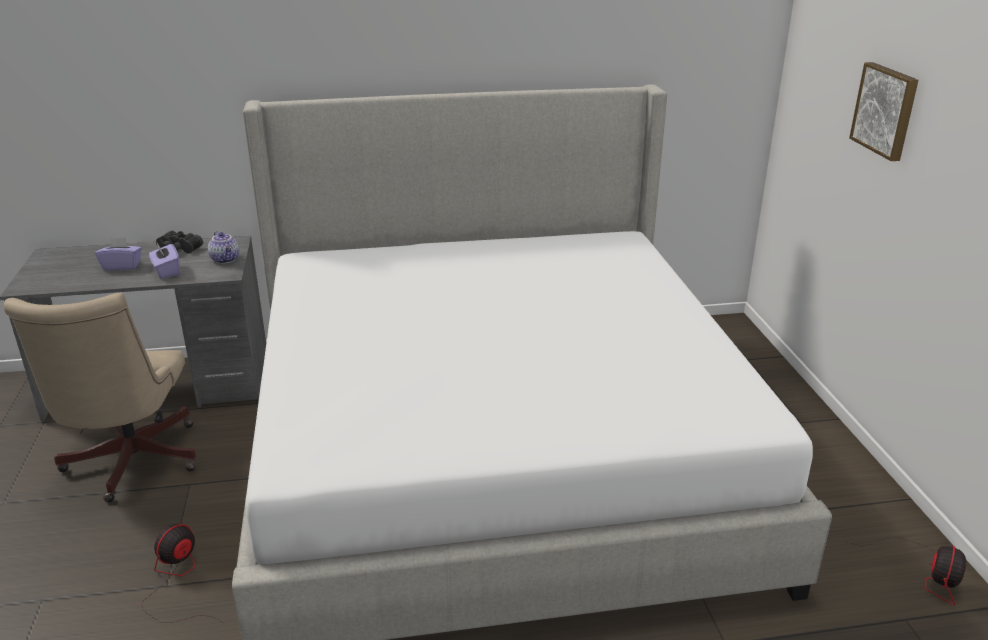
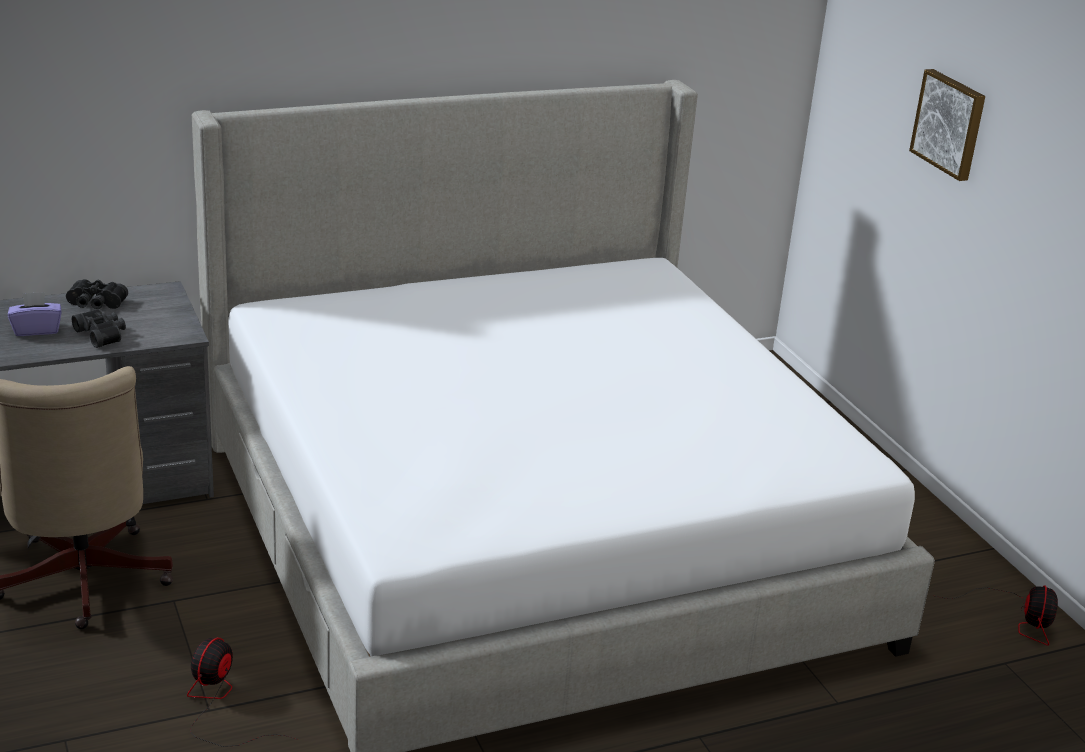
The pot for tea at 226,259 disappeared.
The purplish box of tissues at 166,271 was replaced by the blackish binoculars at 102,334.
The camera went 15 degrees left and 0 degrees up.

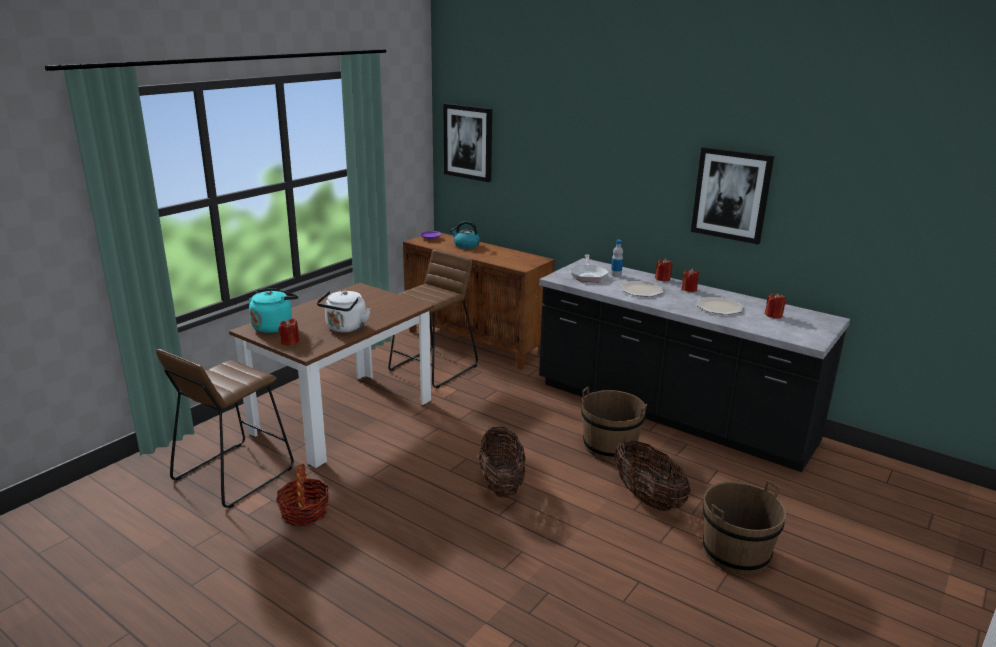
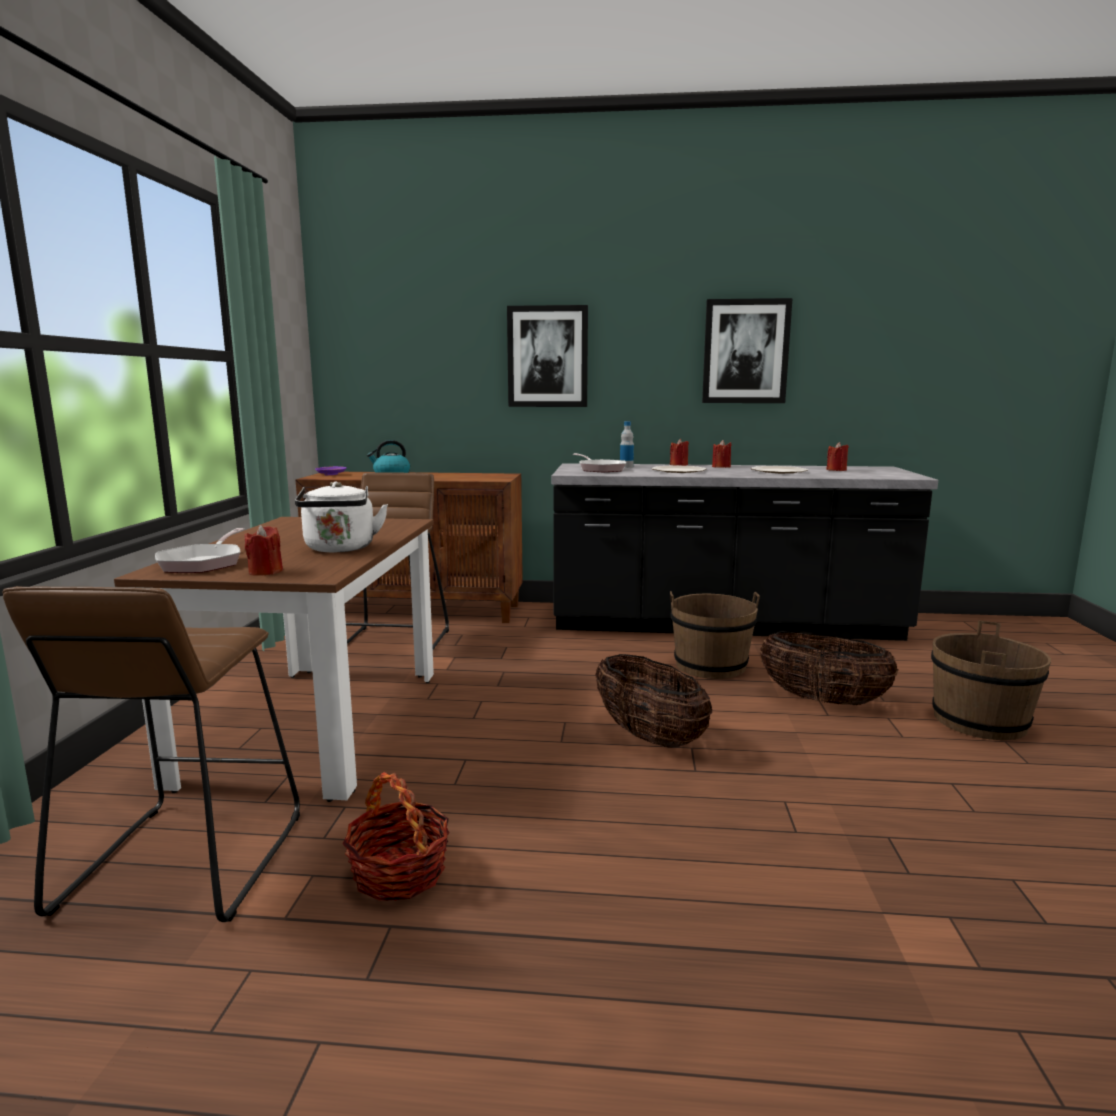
The picture moved from 468,142 to 547,357.
The turquoise tea kettle at 274,326 was replaced by the pan at 204,563.
The camera went 30 degrees left and 10 degrees down.

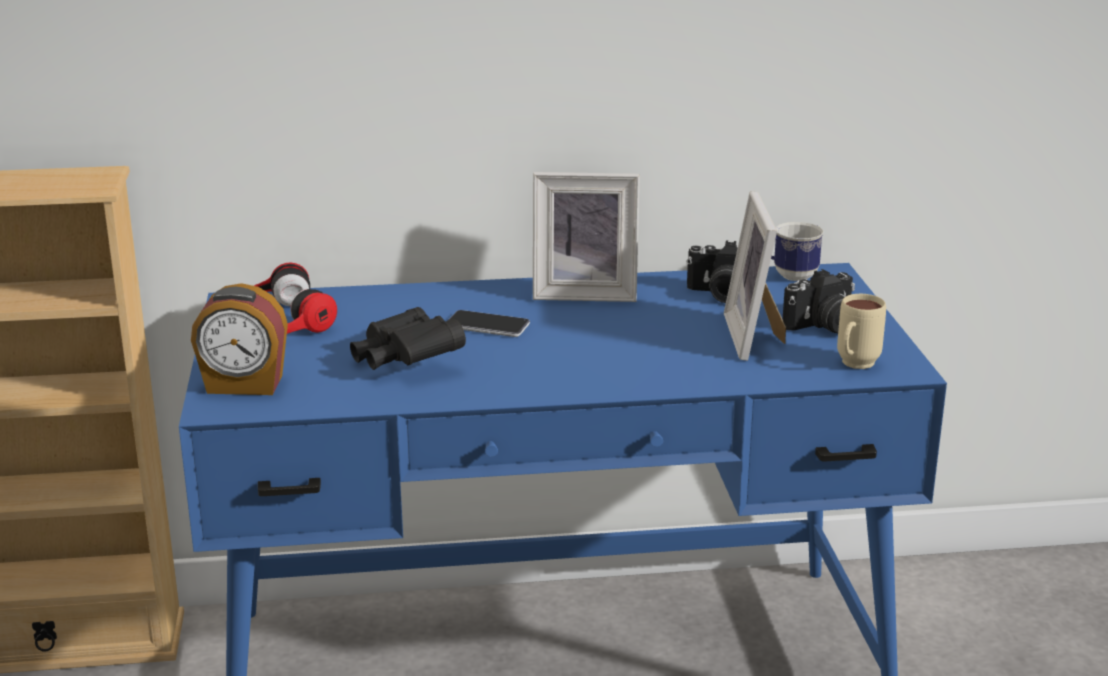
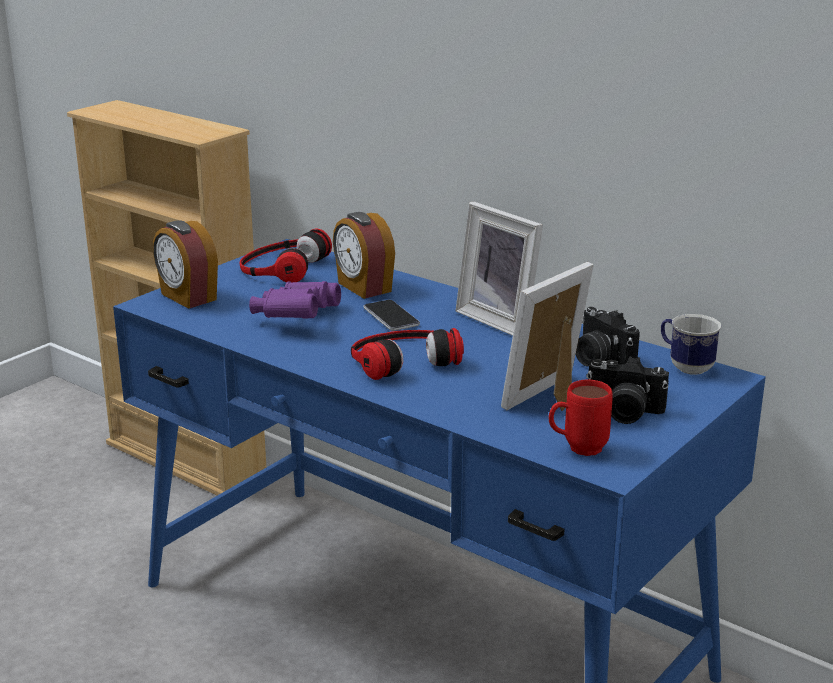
The sand-coloured mug at 854,366 became the red mug at 577,449.
The blackish binoculars at 405,361 became the purplish binoculars at 295,318.
The table clock at 363,287 appeared.
The headphones at 402,358 appeared.
The camera went 45 degrees right and 0 degrees up.

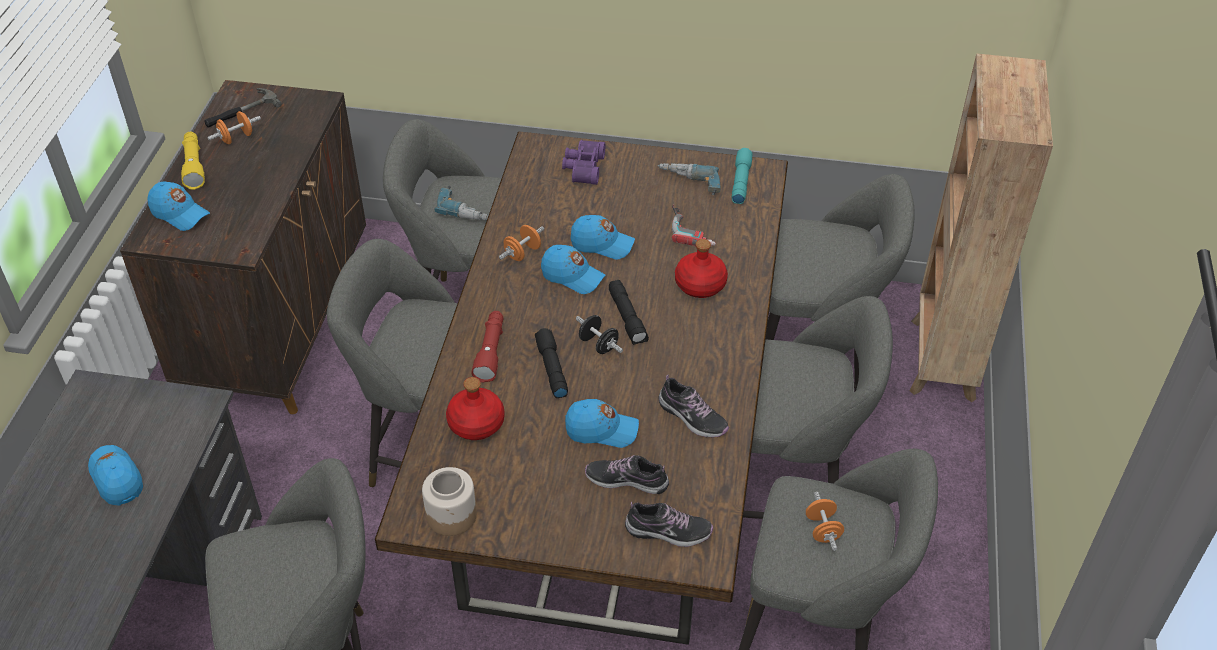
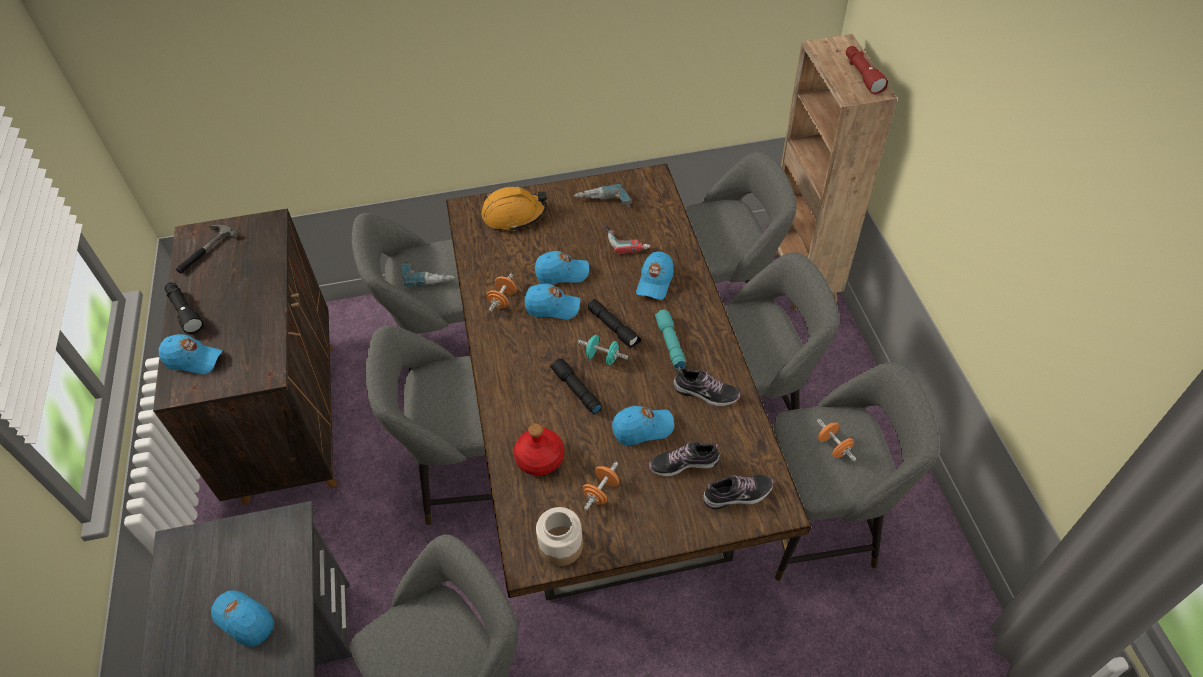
The orangey dumbbell moved from 236,138 to 601,492.
The yellow-coloured flashlight at 194,166 became the blackish flashlight at 185,312.
The purplish binoculars at 582,168 was replaced by the orangey safety helmet at 514,215.
The turquoise flashlight moved from 740,181 to 669,343.
The red drink bottle at 701,284 was replaced by the blue-coloured baseball cap at 655,282.
The red flashlight moved from 491,351 to 862,75.
The blackish dumbbell at 598,344 became the turquoise dumbbell at 602,357.
The camera went 20 degrees left and 5 degrees up.

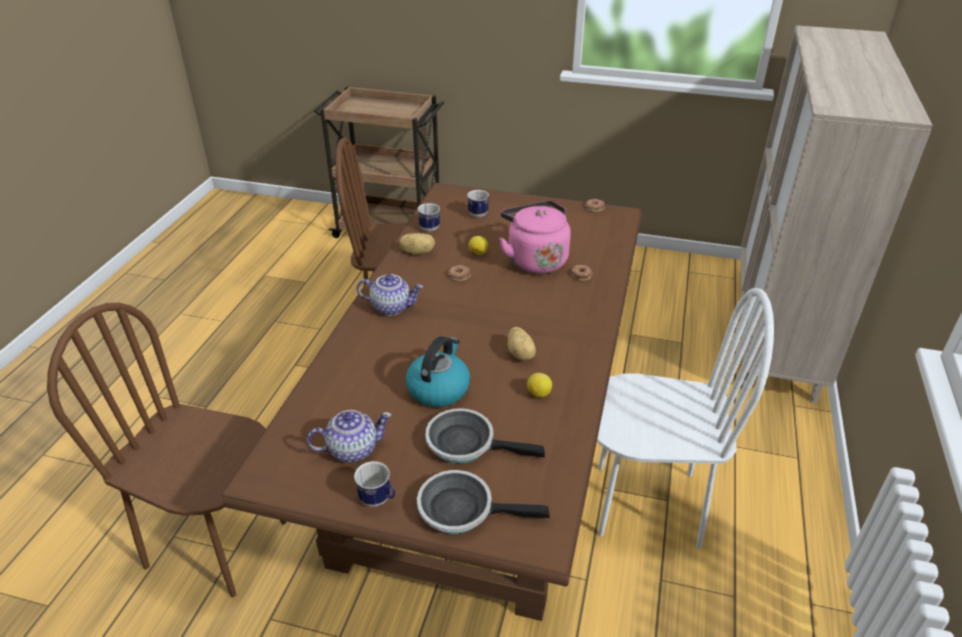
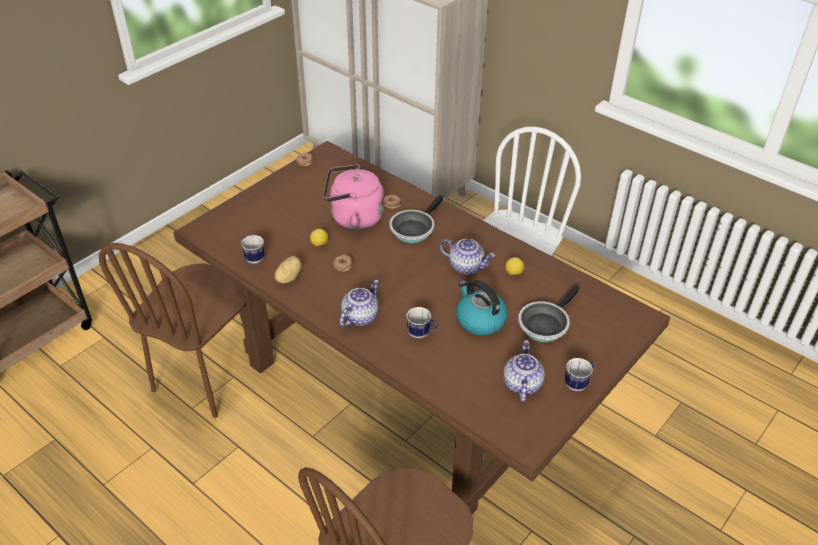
The mug moved from 478,216 to 421,334.
The potato at 521,354 was replaced by the pot for tea at 465,266.
The pan moved from 462,509 to 414,228.
The camera went 65 degrees left and 5 degrees up.

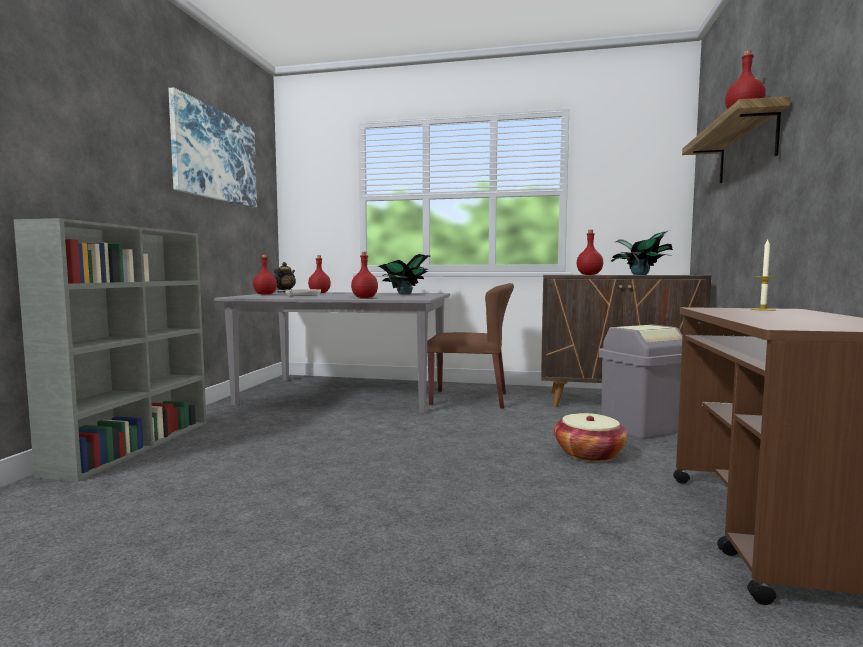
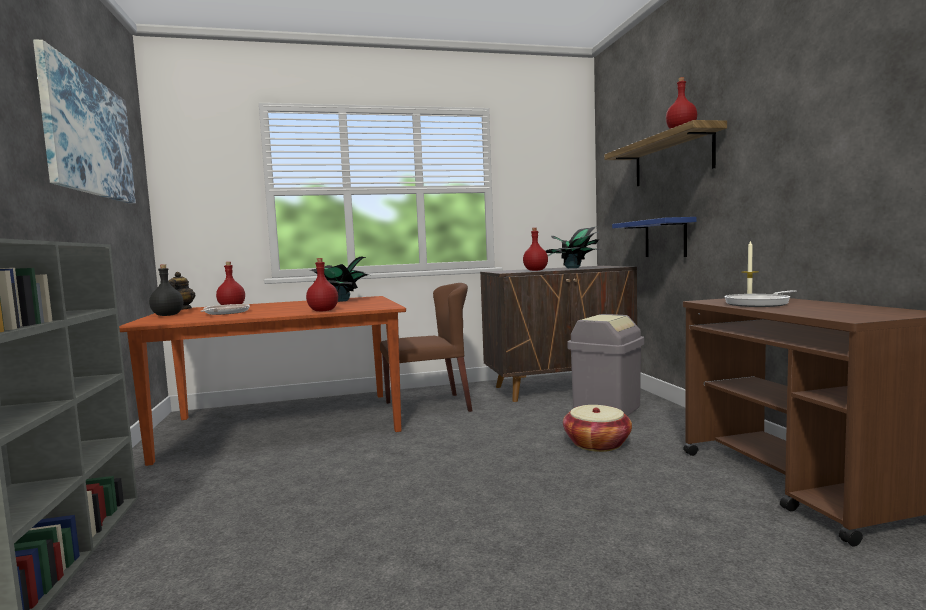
The red drink bottle at 265,294 became the blackish drink bottle at 168,315.
The grey dinner table at 344,394 became the brownish dinner table at 283,425.
The blue-coloured bracket shelf at 665,238 appeared.
The pan at 759,304 appeared.
The camera went 25 degrees left and 0 degrees up.

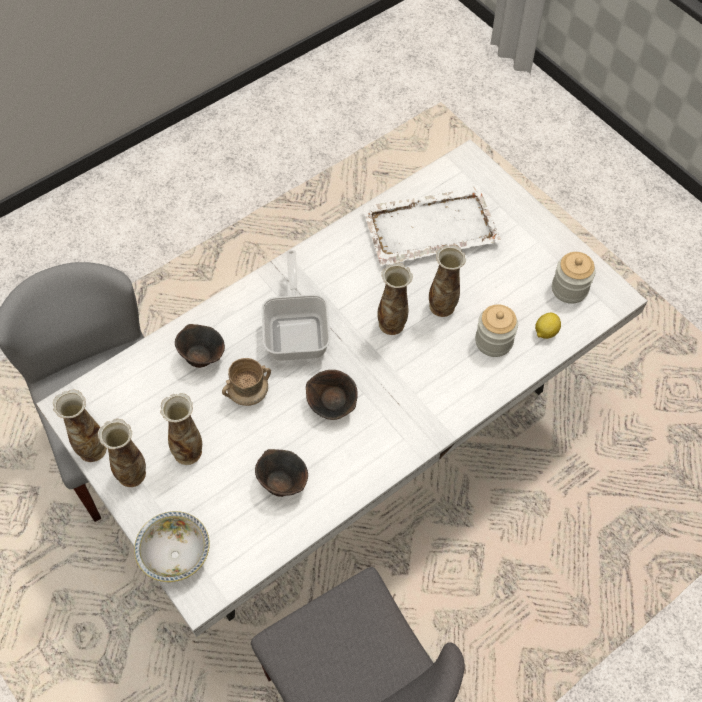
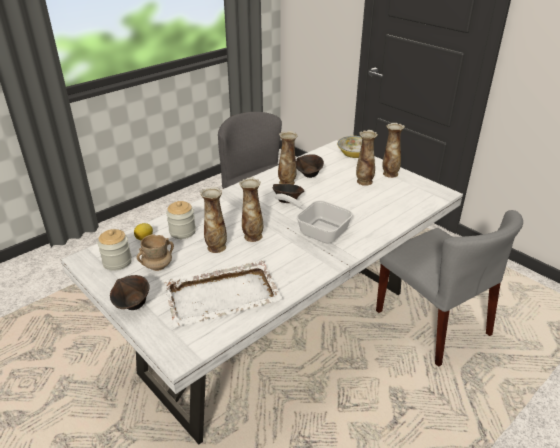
The pan at 297,330 turned 135 degrees clockwise.
The brownish deep dish moved from 202,355 to 133,305.
The sand-coloured mug moved from 248,394 to 158,266.
The flower vase moved from 92,448 to 287,183.
The camera went 175 degrees right and 25 degrees down.

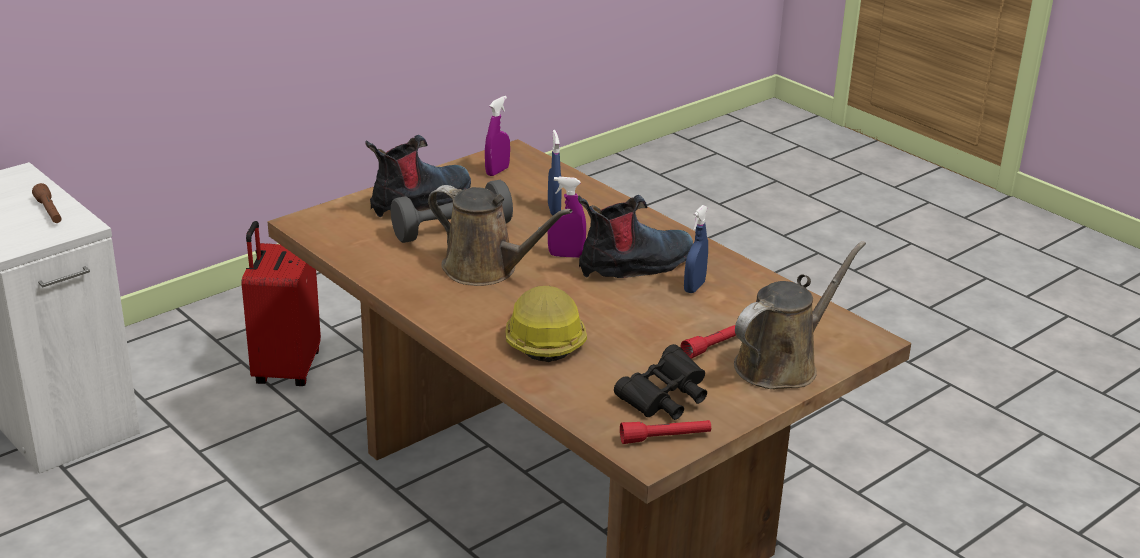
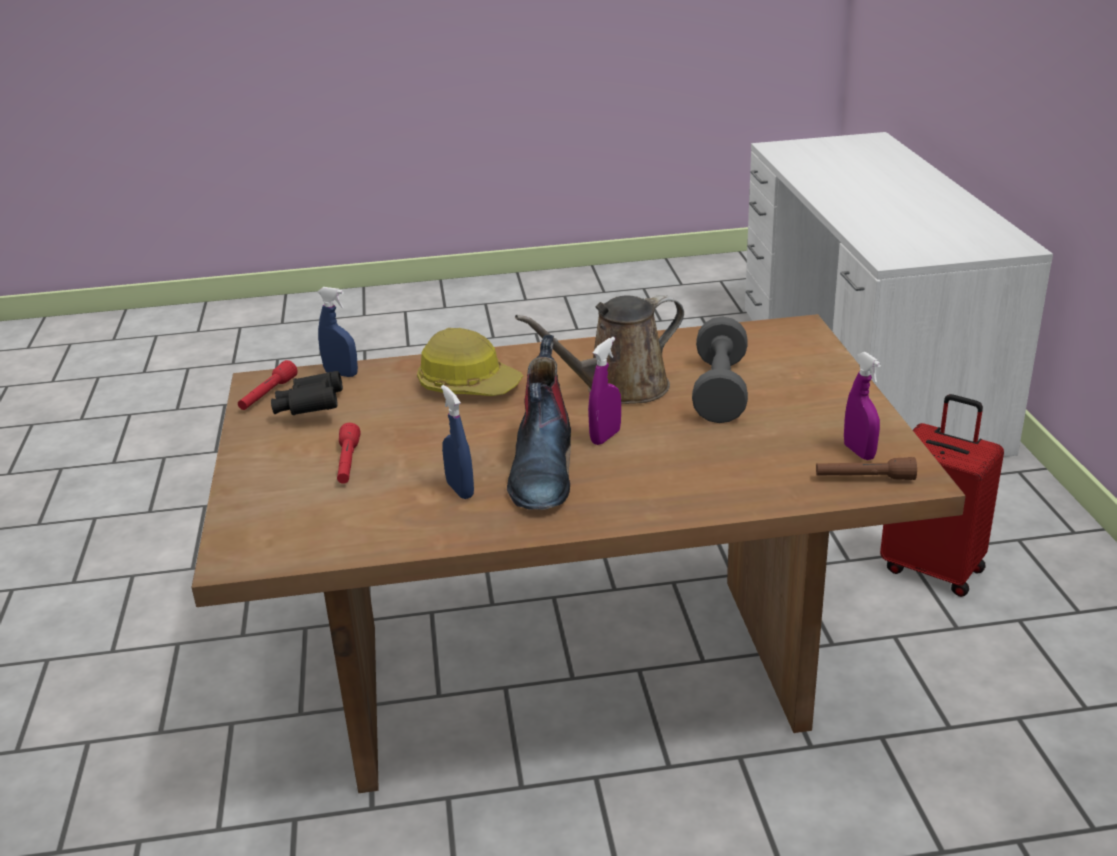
The blue-coloured spray bottle moved from 554,210 to 341,374.
The tall boot at 421,201 disappeared.
The brownish flashlight moved from 49,212 to 864,478.
The brownish watering pot at 782,364 disappeared.
The camera went 125 degrees right and 0 degrees up.

